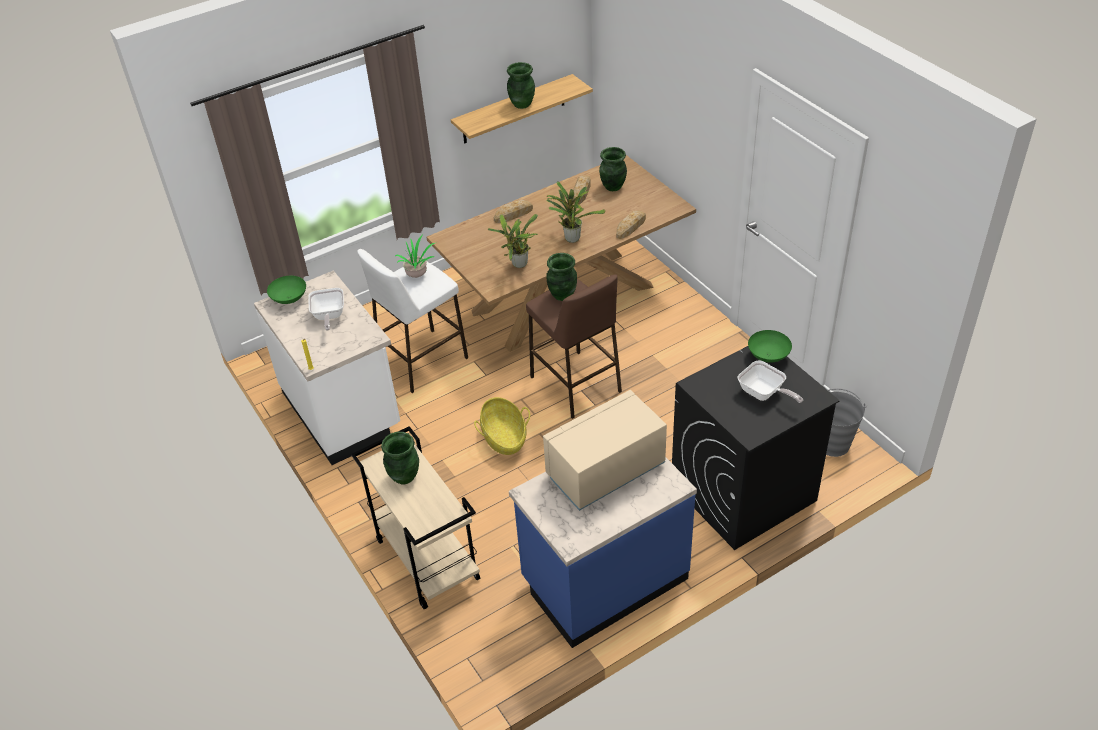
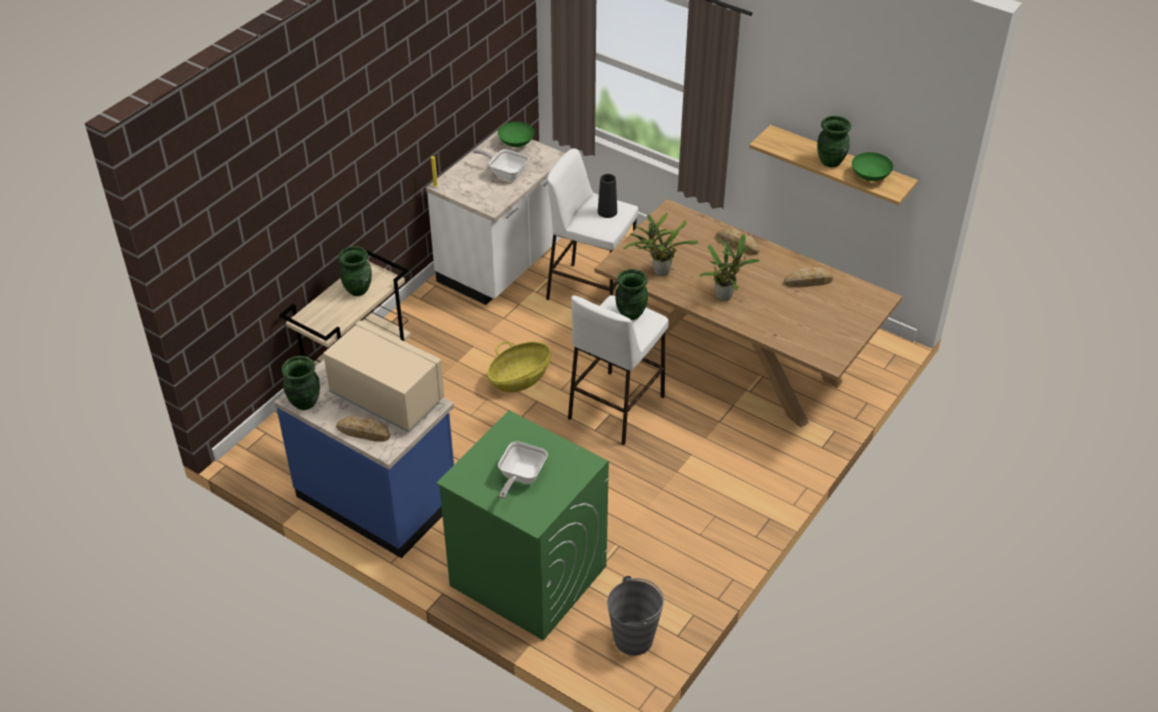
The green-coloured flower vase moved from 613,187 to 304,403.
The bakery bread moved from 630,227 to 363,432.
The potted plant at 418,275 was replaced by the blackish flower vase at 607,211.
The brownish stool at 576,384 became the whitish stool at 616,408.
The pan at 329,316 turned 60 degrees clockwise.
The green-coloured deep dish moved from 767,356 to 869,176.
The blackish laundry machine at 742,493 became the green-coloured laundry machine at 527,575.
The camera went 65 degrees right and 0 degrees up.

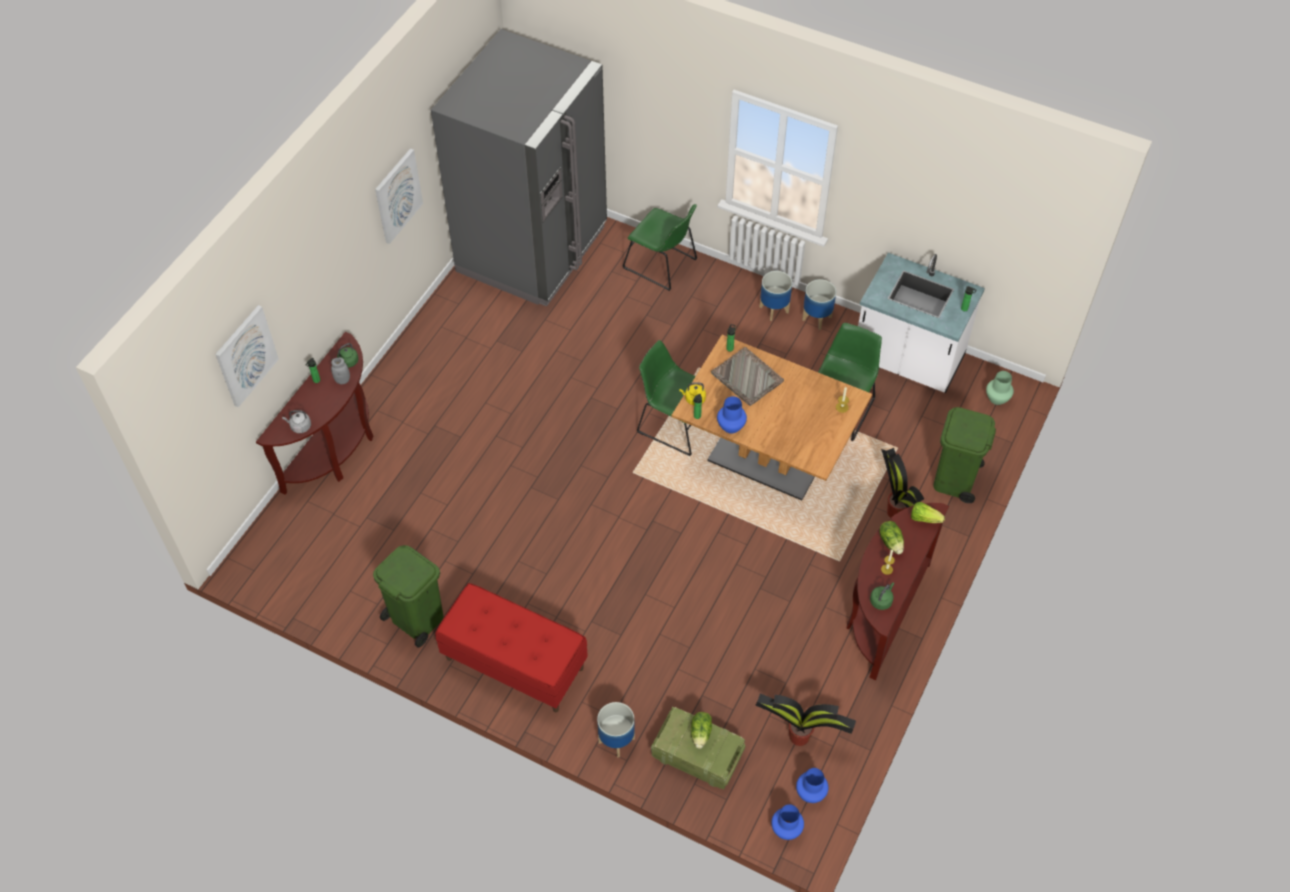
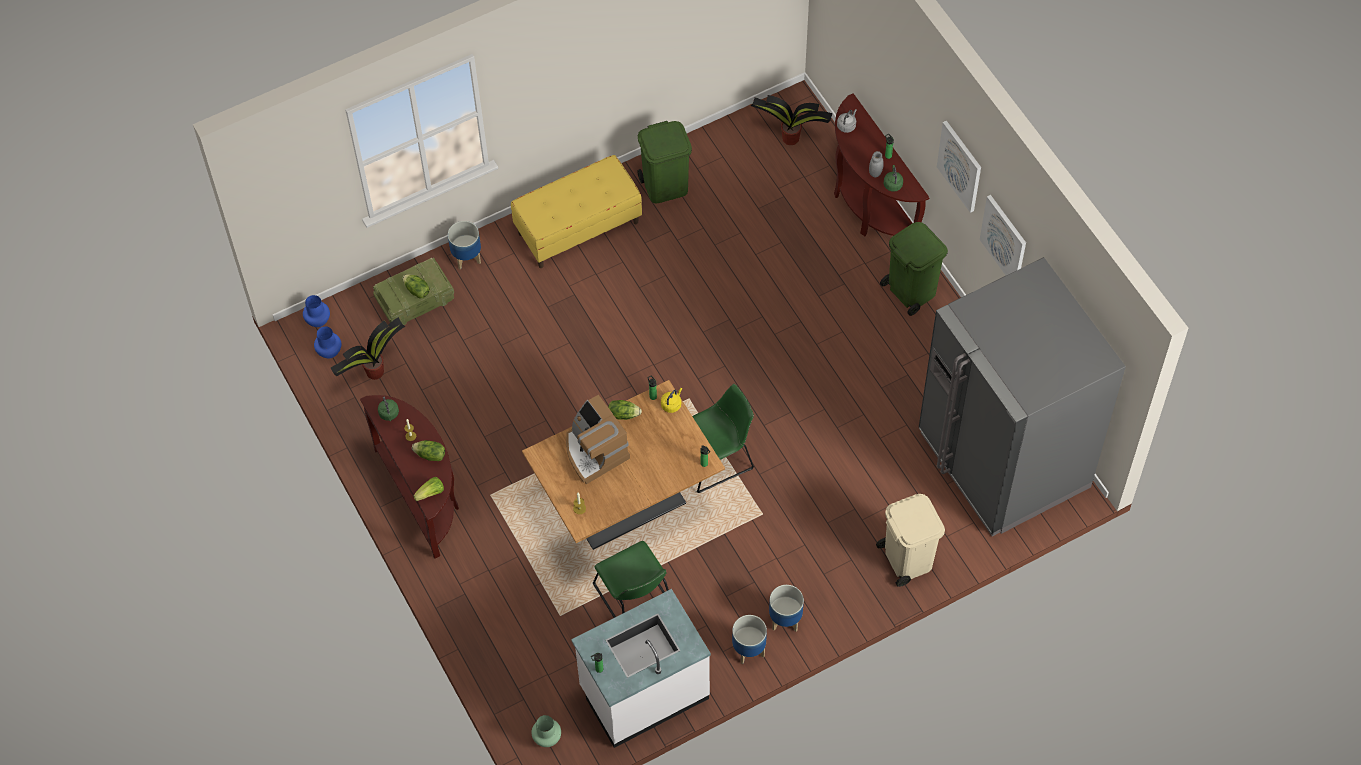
The green-coloured chair at 662,265 was replaced by the sand-coloured waste bin at 907,559.
The picture moved from 246,355 to 960,166.
The grey carrying tray at 747,378 disappeared.
The blue-coloured flower vase at 731,427 was replaced by the head of lettuce at 623,414.
The green-coloured waste bin moved from 954,480 to 911,290.
The potted plant moved from 896,513 to 789,138.
The red long seat at 514,664 became the yellow-coloured long seat at 578,227.
The coffee brewer at 594,451 appeared.
The camera went 125 degrees right and 5 degrees up.

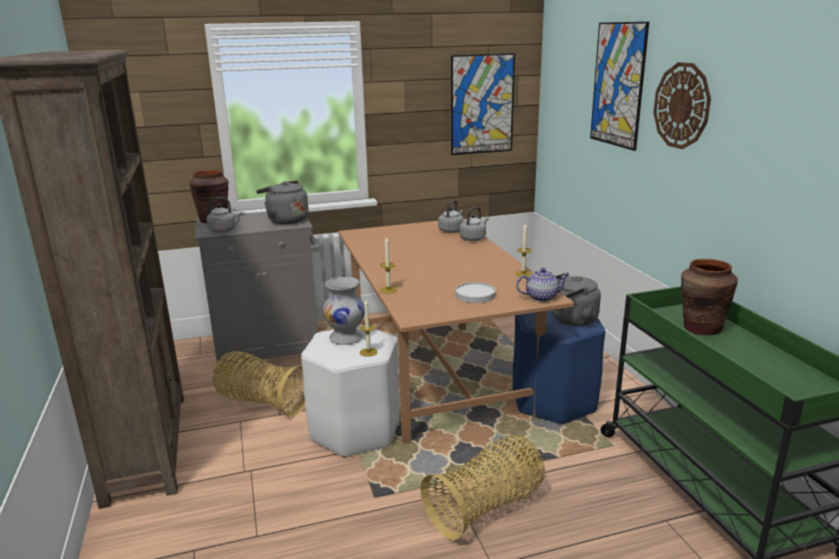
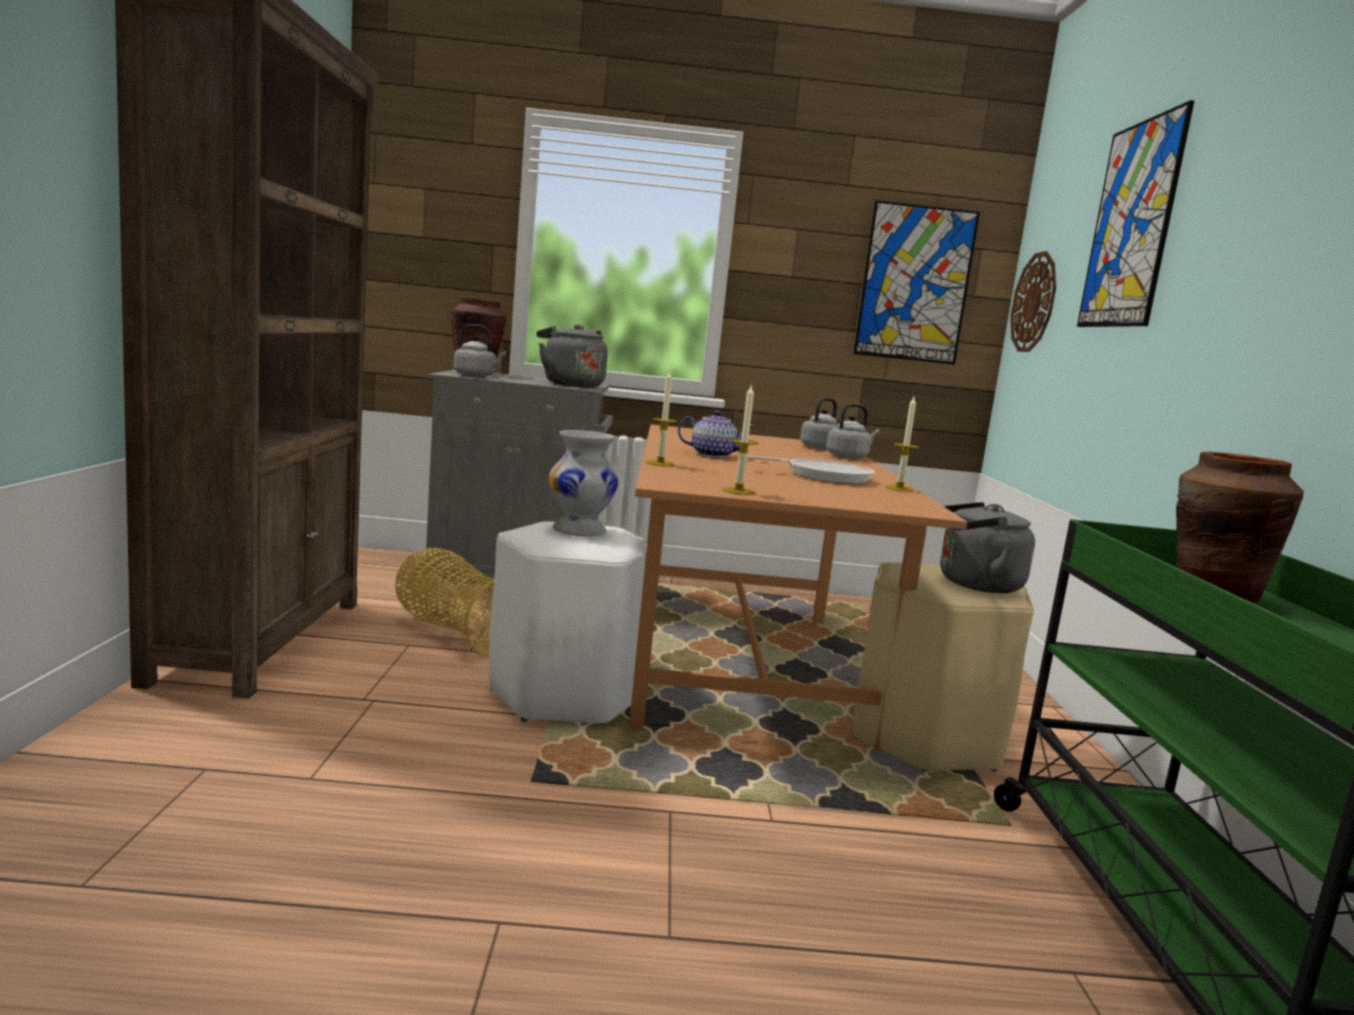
The hanging clock moved from 682,105 to 1034,302.
The pot for tea moved from 541,297 to 712,455.
The whitish flat dish at 475,295 disappeared.
The wax light moved from 368,352 to 738,491.
The blue-coloured stool at 554,401 became the sand-coloured stool at 926,739.
The basket at 486,507 disappeared.
The pan at 823,476 appeared.
The camera went 15 degrees right and 10 degrees down.

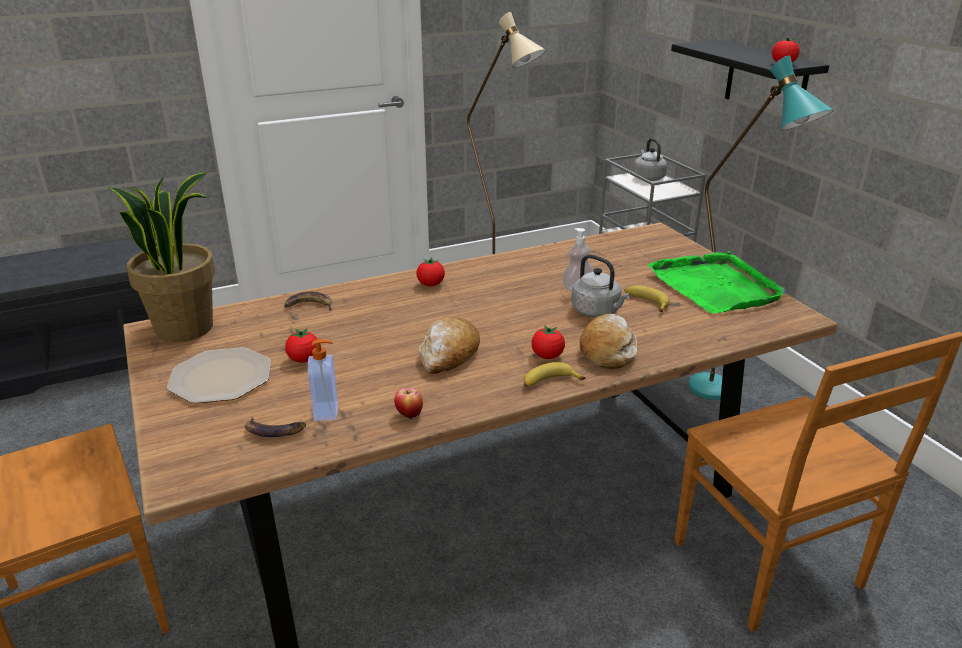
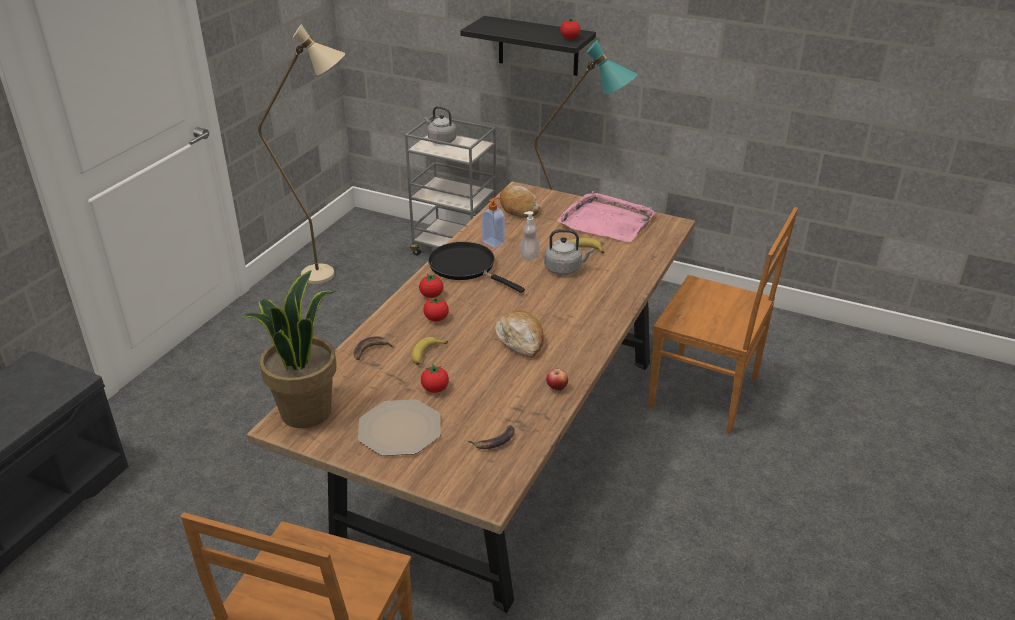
The green-coloured carrying tray at 715,286 became the pinkish carrying tray at 606,221.
The bakery bread moved from 607,350 to 518,208.
The fresh tomato moved from 547,356 to 436,319.
The liquid soap bottle moved from 327,411 to 493,242.
The whole banana moved from 549,382 to 426,355.
The blackish pan at 466,267 appeared.
The camera went 40 degrees left and 5 degrees up.

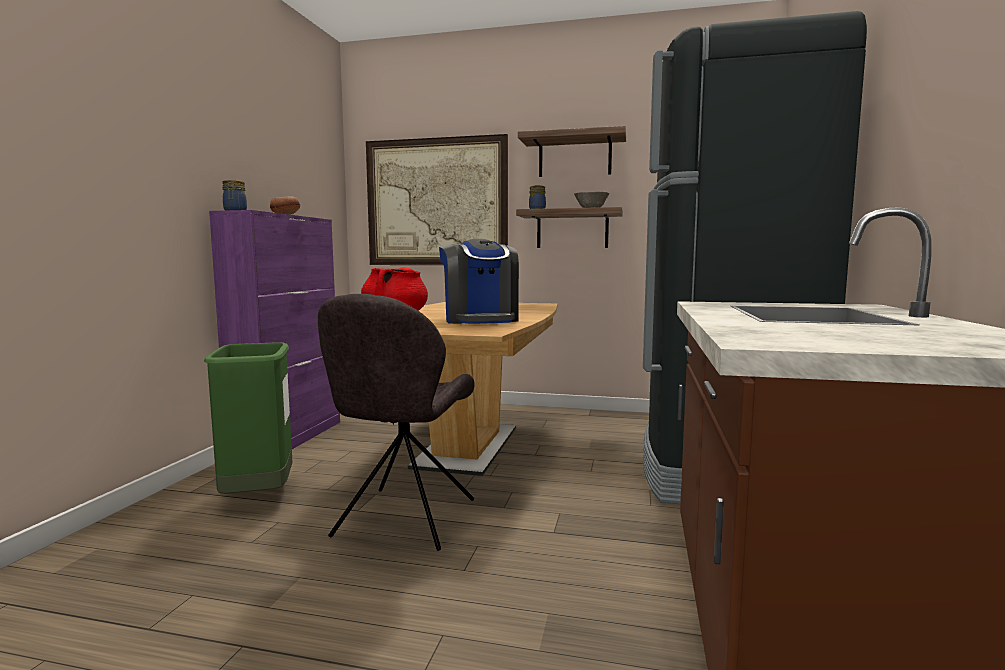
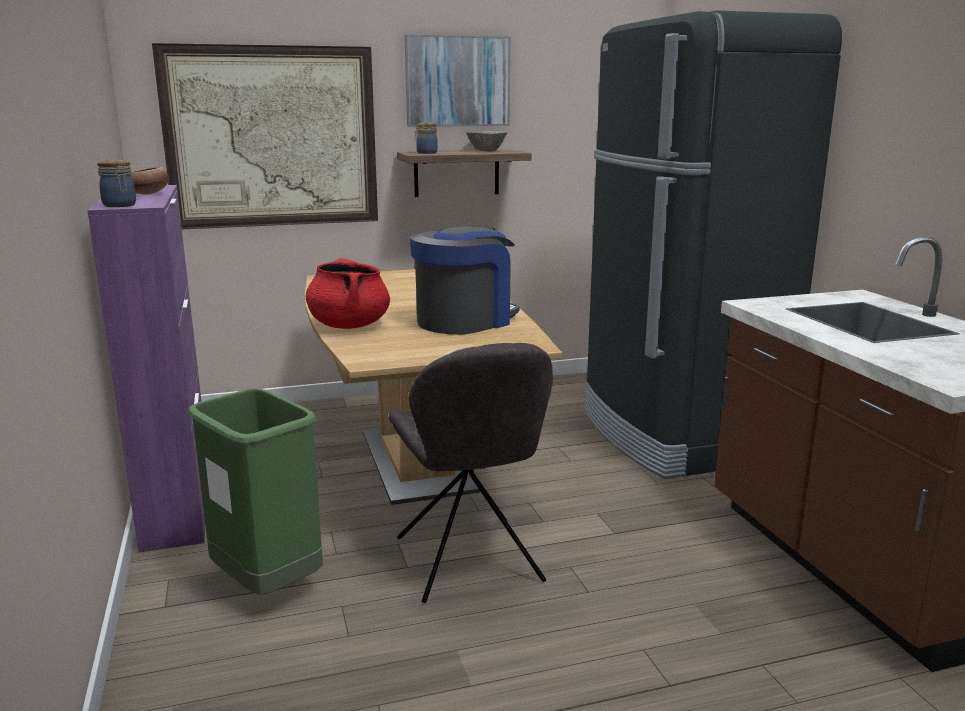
The bracket shelf at 575,157 was replaced by the picture at 457,81.
The coffee brewer at 480,320 turned 90 degrees counterclockwise.
The camera went 30 degrees left and 10 degrees up.

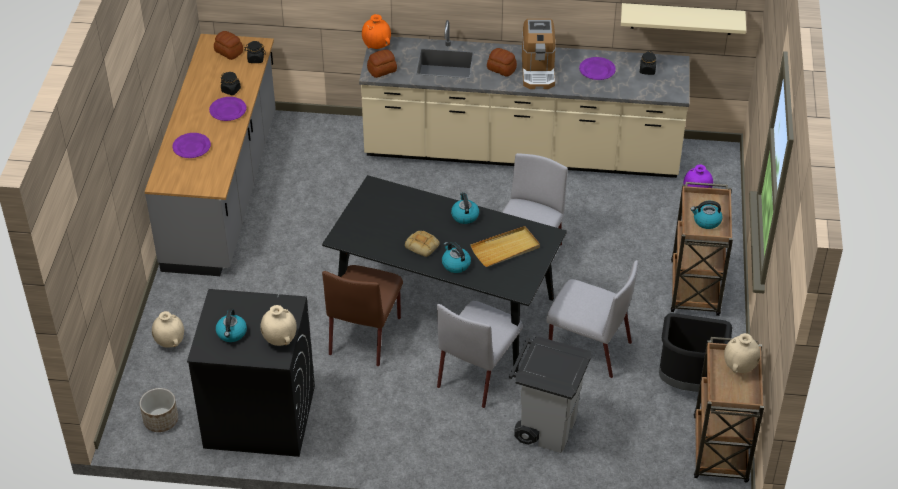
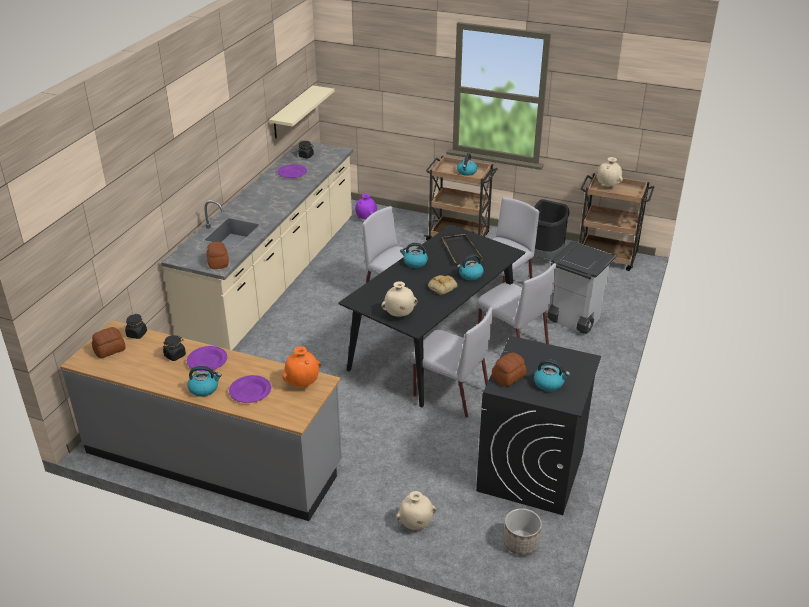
The orangey flower vase moved from 377,47 to 303,383.
The coffee brewer at 538,71 disappeared.
The bakery bread moved from 501,68 to 508,377.
The sand-coloured carrying tray at 505,249 became the blackish carrying tray at 461,251.
The brownish chair at 365,334 became the grey chair at 450,393.
The sand-coloured flower vase moved from 279,340 to 399,315.
The tea kettle at 204,389 appeared.
The camera went 75 degrees left and 10 degrees down.

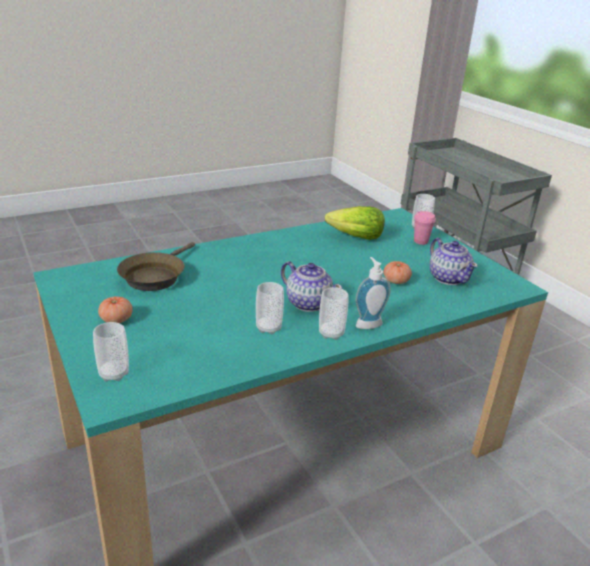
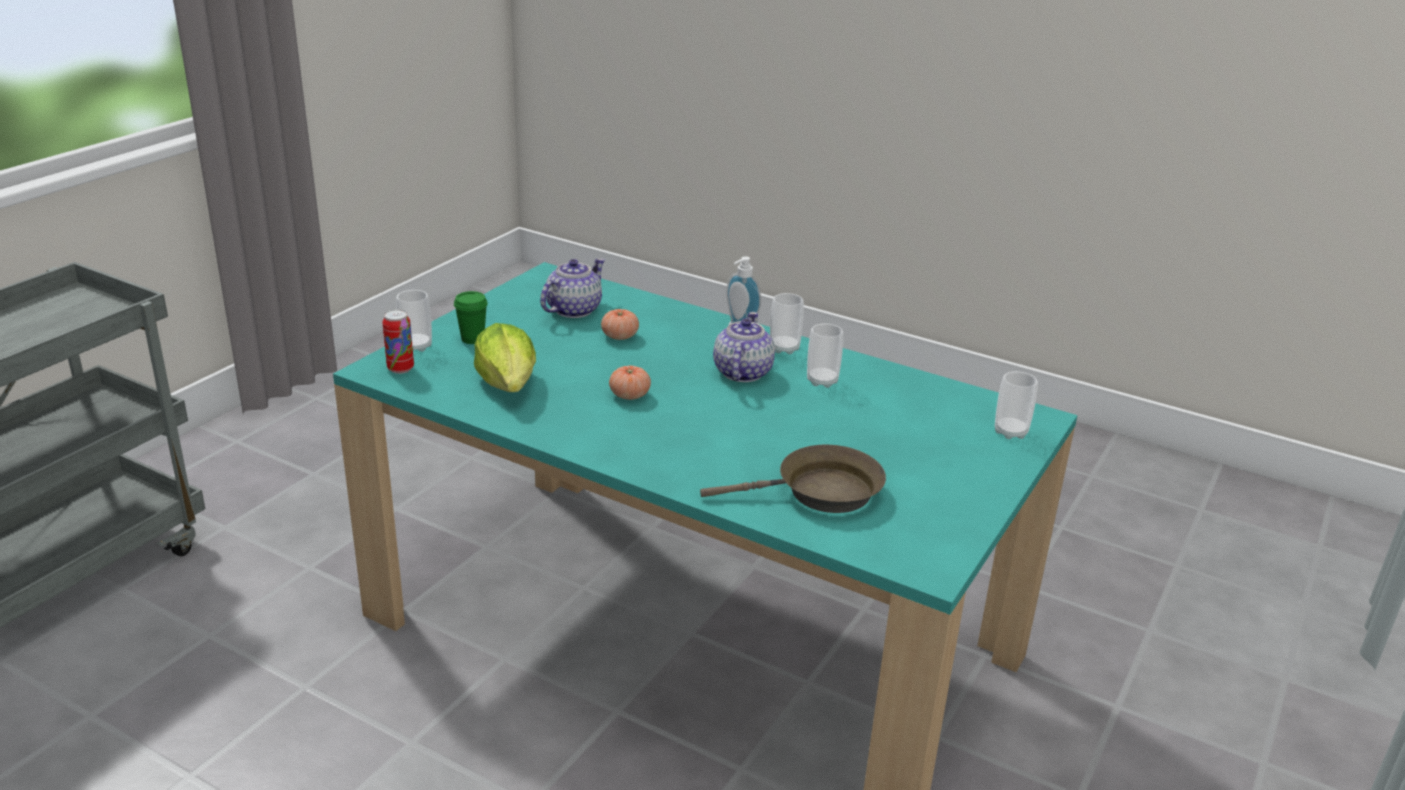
The pinkish drinking cup at 420,241 became the green-coloured drinking cup at 472,339.
The fresh tomato moved from 116,320 to 629,395.
The sealed can at 400,369 appeared.
The camera went 120 degrees left and 0 degrees up.

